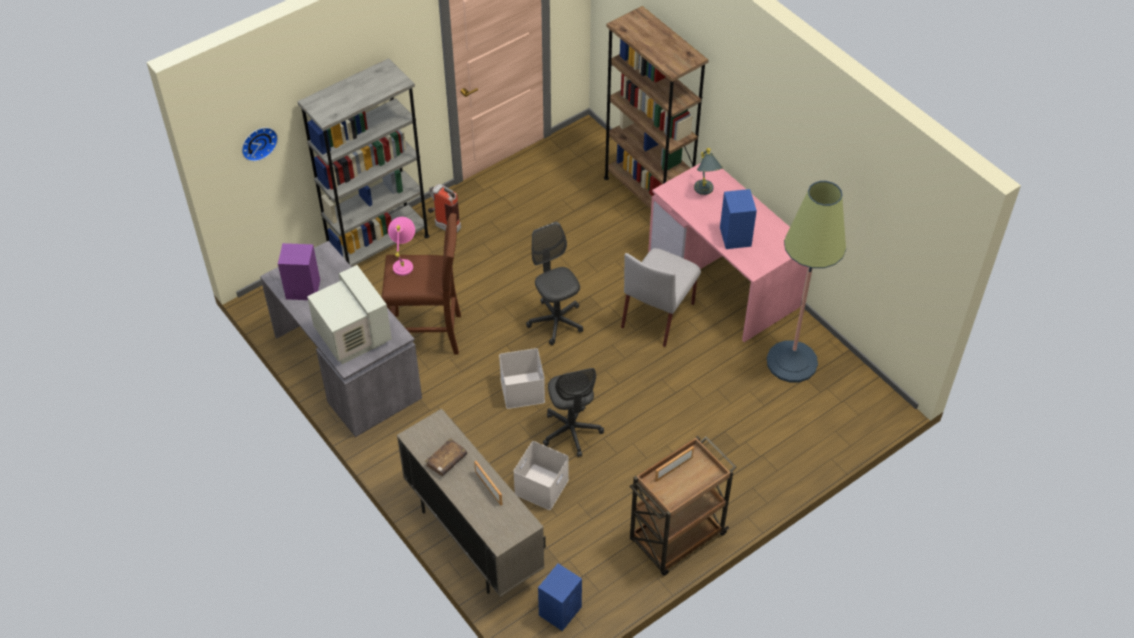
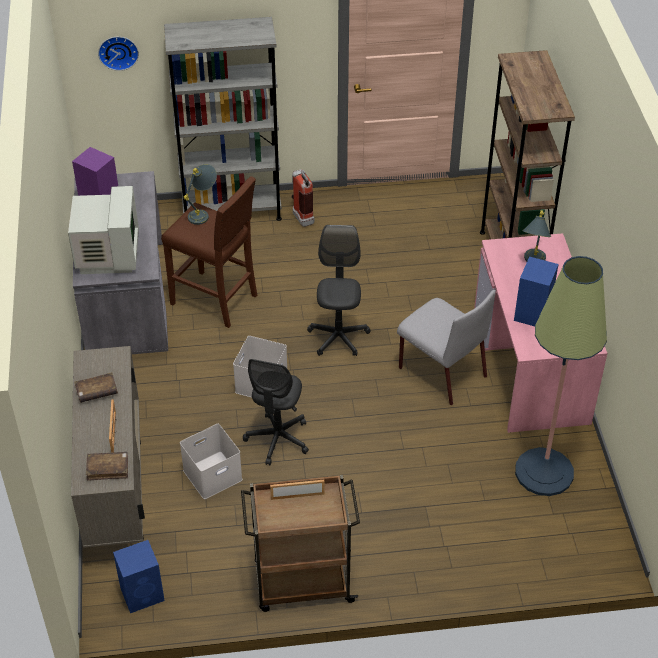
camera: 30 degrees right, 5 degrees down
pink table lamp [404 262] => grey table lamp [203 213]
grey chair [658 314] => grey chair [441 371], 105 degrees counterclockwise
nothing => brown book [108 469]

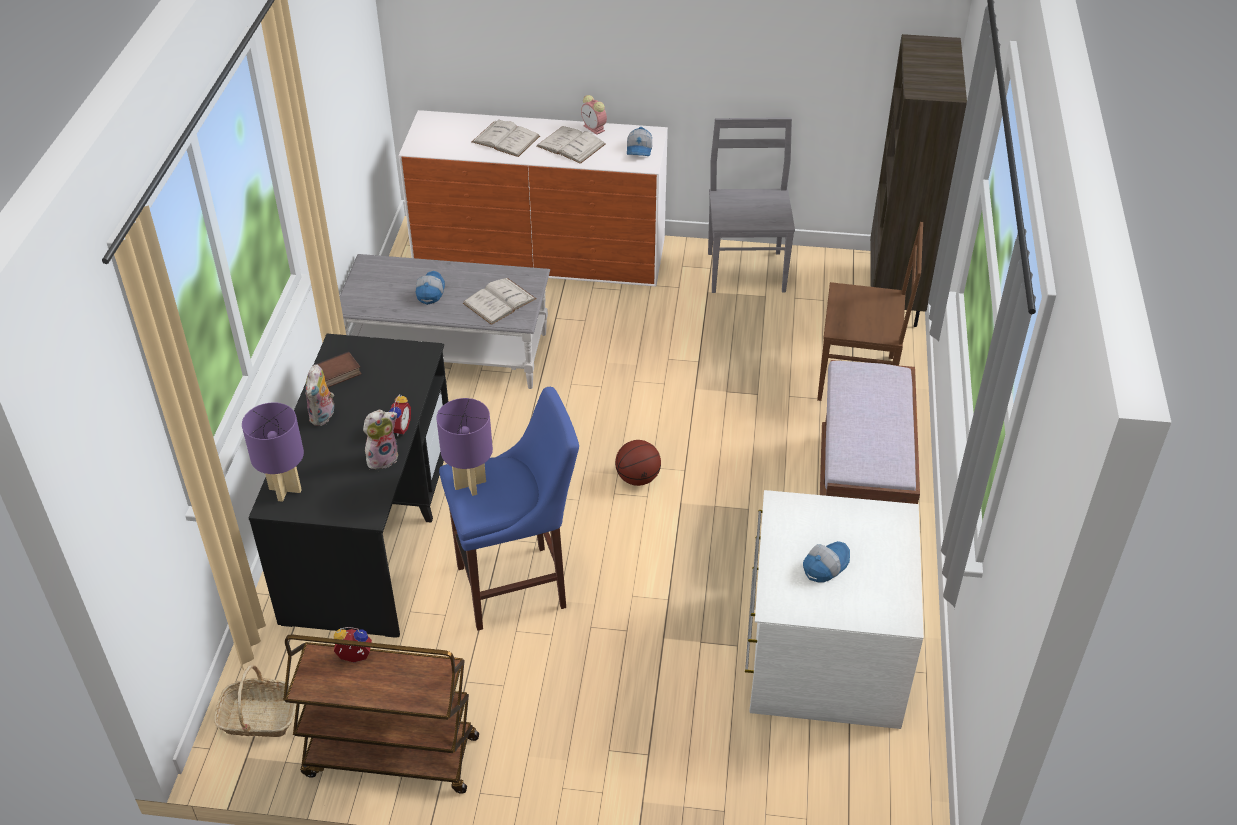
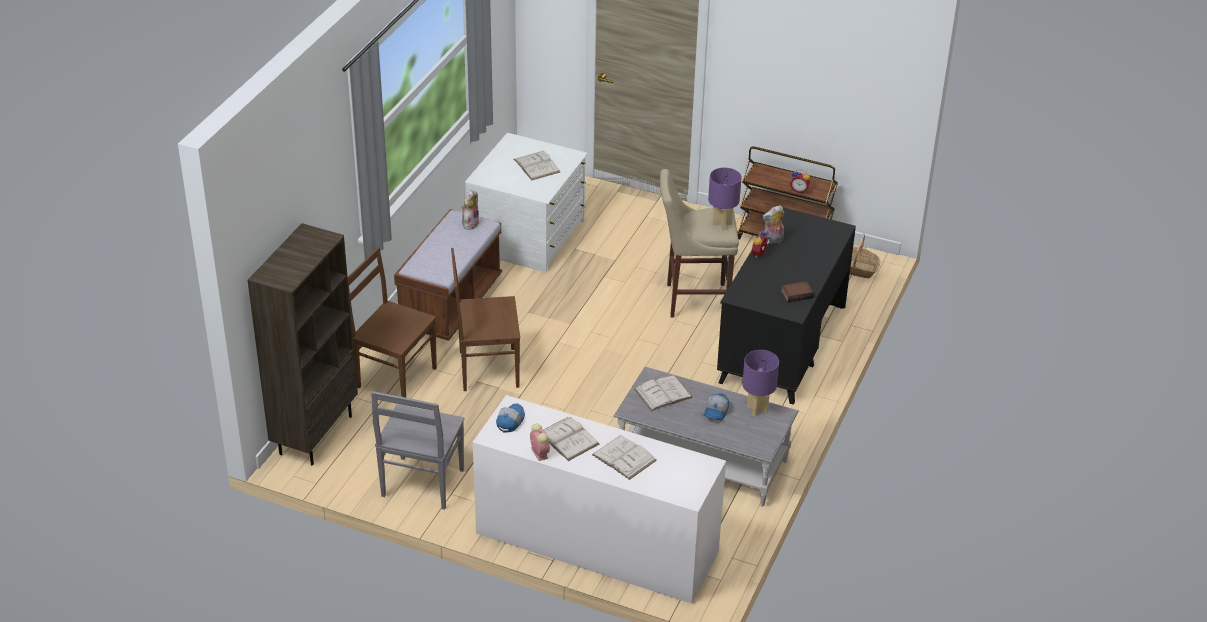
camera: 165 degrees left, 5 degrees down
purple table lamp [285 490] => purple table lamp [757 409], relocated
plush toy [323 416] => plush toy [470 223], relocated
blue stool [517 586] => beige stool [693 300]
basketball [637 478] => nothing
cap [824 565] => white book [536 165]
nothing => brown chair [486 369]

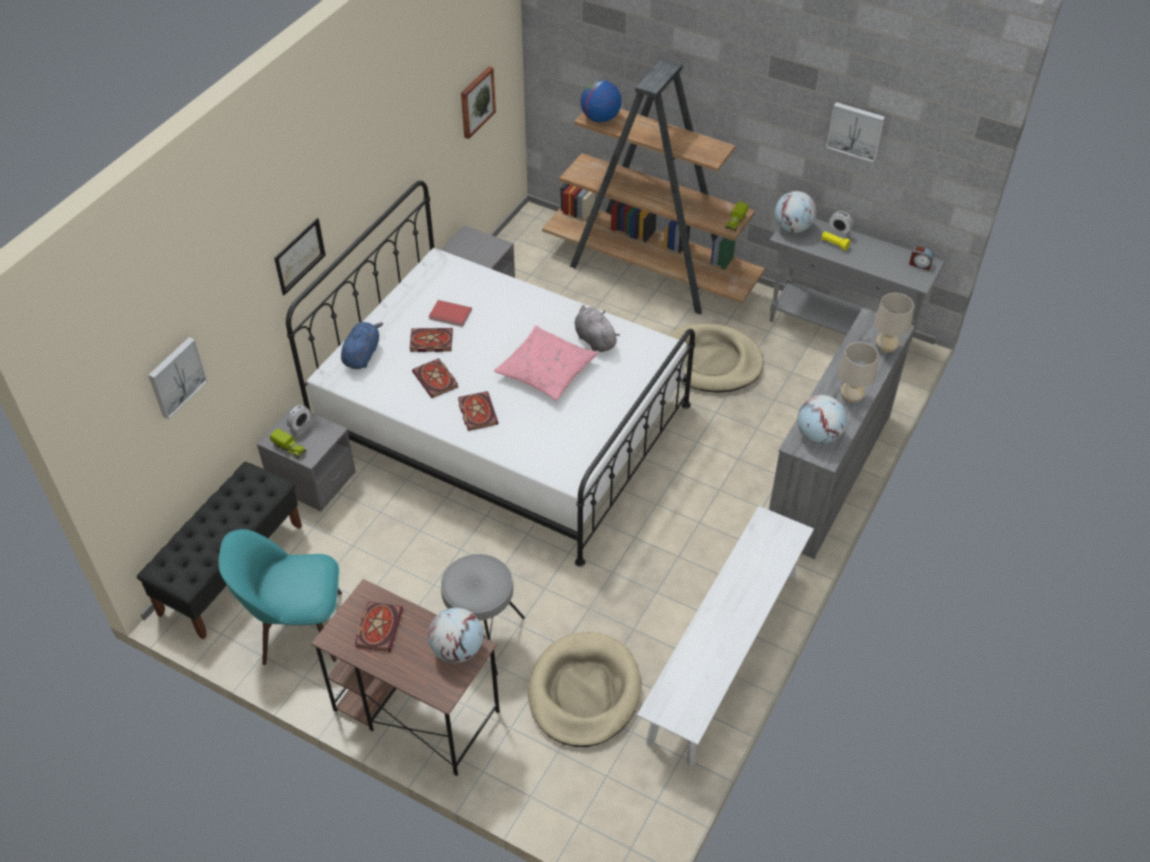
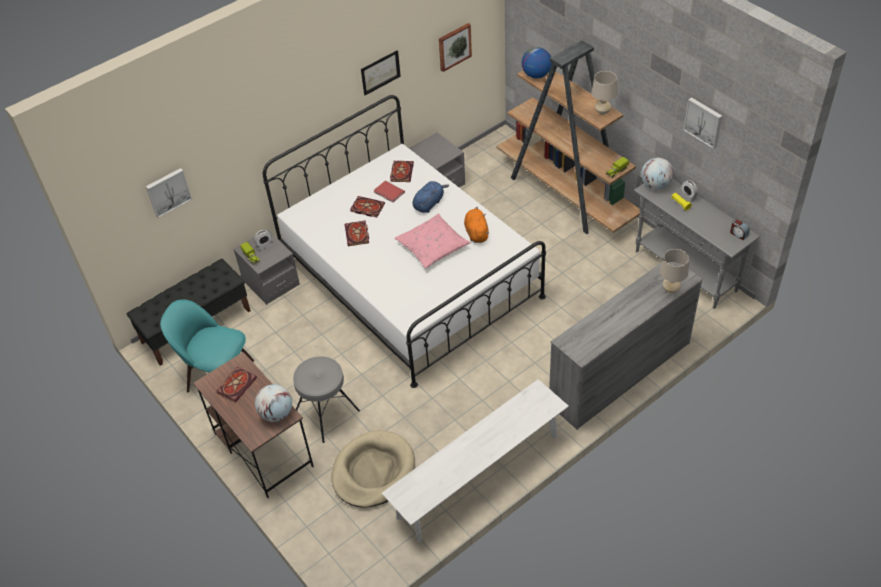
camera: 25 degrees right, 0 degrees up
picture [299 256] => picture [380 72], relocated
blue plush toy [362 355] => blue plush toy [429 203], relocated
book [476 412] => book [401 172], relocated
grey plush toy [594 339] => orange plush toy [476 232]
beige dog bed [711 362] => nothing
globe [818 435] => nothing
beige table lamp [851 398] => beige table lamp [602 112], relocated

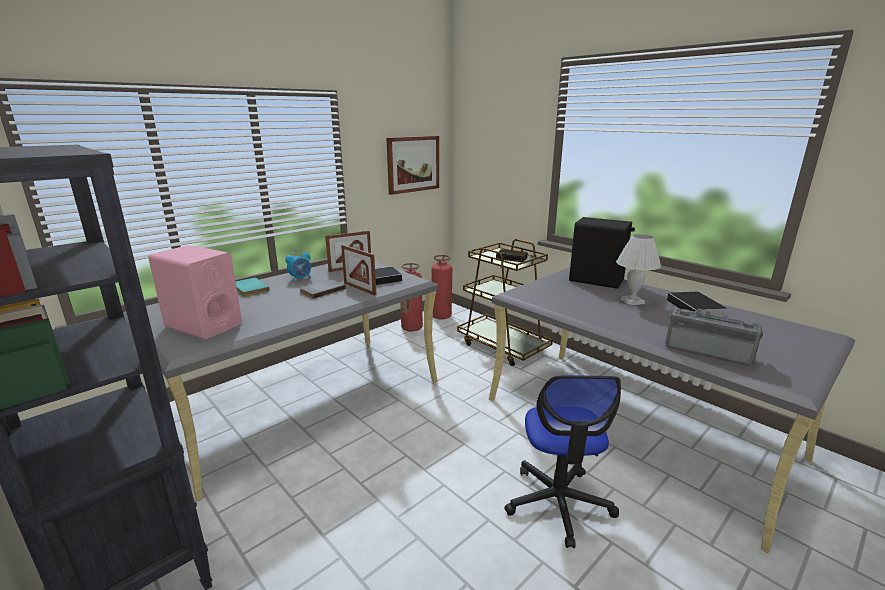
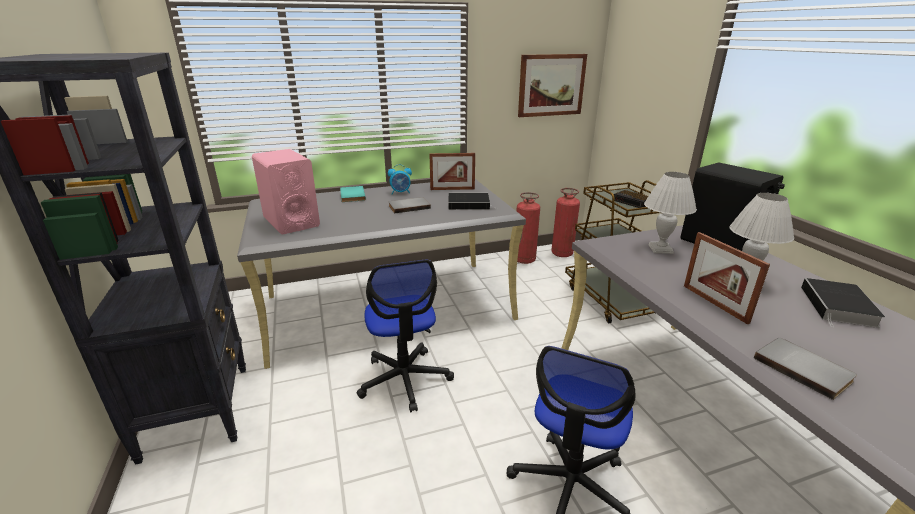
camera: 25 degrees right, 5 degrees up
picture frame [359 289] => picture frame [714 303], relocated
radio [708 351] => grey book [803 368]
nothing => office chair [405 379]
nothing => white table lamp [661 249]

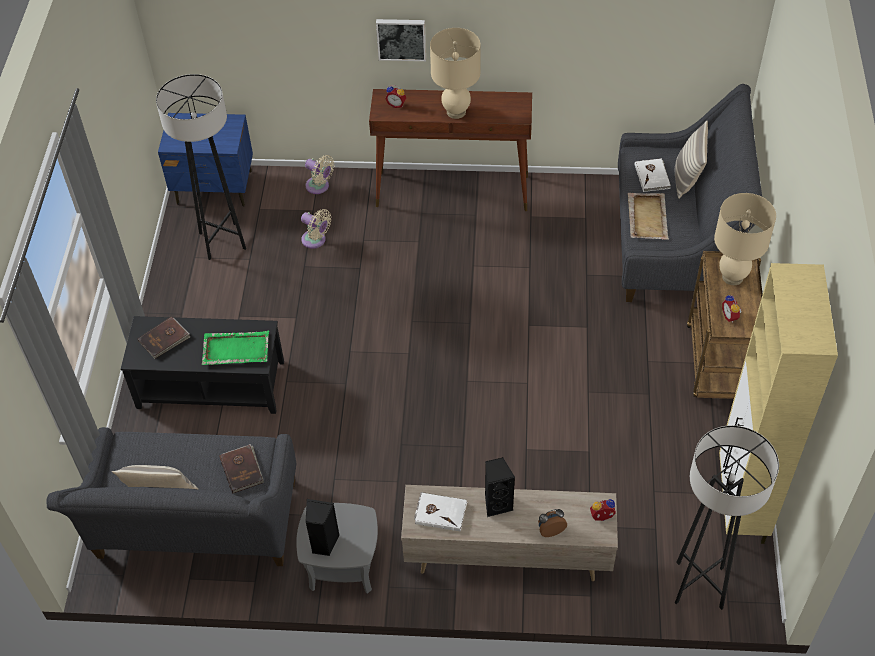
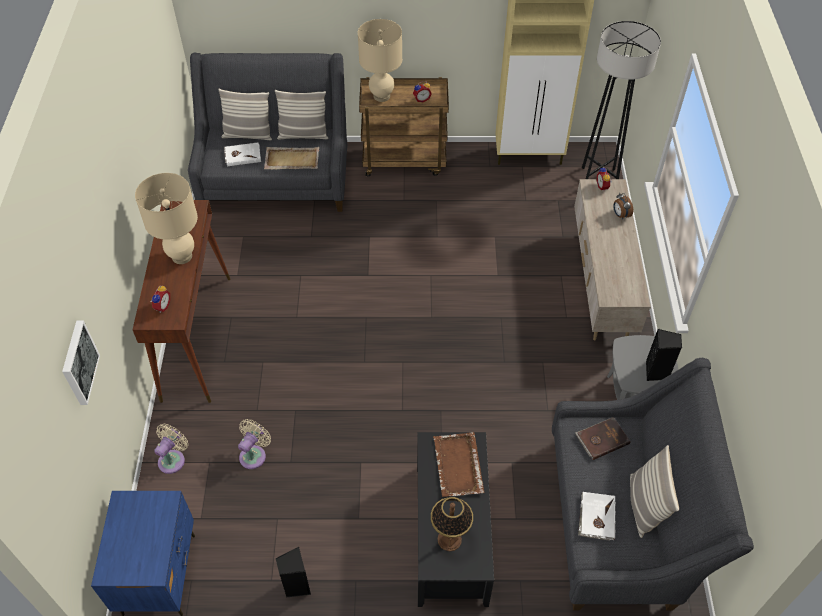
camera: 95 degrees left, 0 degrees up
brown book [164 339] => table lamp [450 539]
grey floor lamp [222 241] => nothing
green tray [235 349] => brown tray [458 466]
picture [401 38] => picture [78 363], relocated
white book [440 512] => white book [596 517], relocated
black speaker [497 503] => black speaker [296 585], relocated
nothing => pillow [303 135]

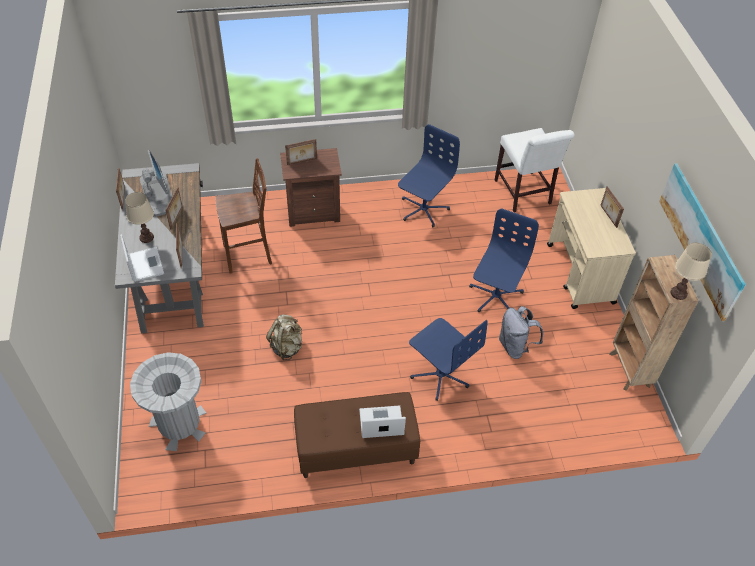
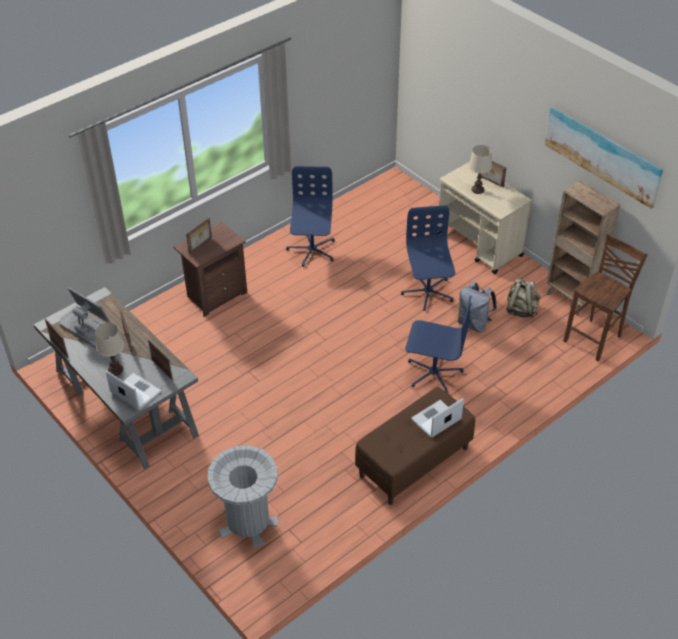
camera: 30 degrees left, 5 degrees down
brown stool [249 255] => brown stool [594 339], relocated
beige backpack [287 347] => beige backpack [521 310], relocated
white chair [523 194] => nothing
beige table lamp [678 293] => beige table lamp [477 190], relocated

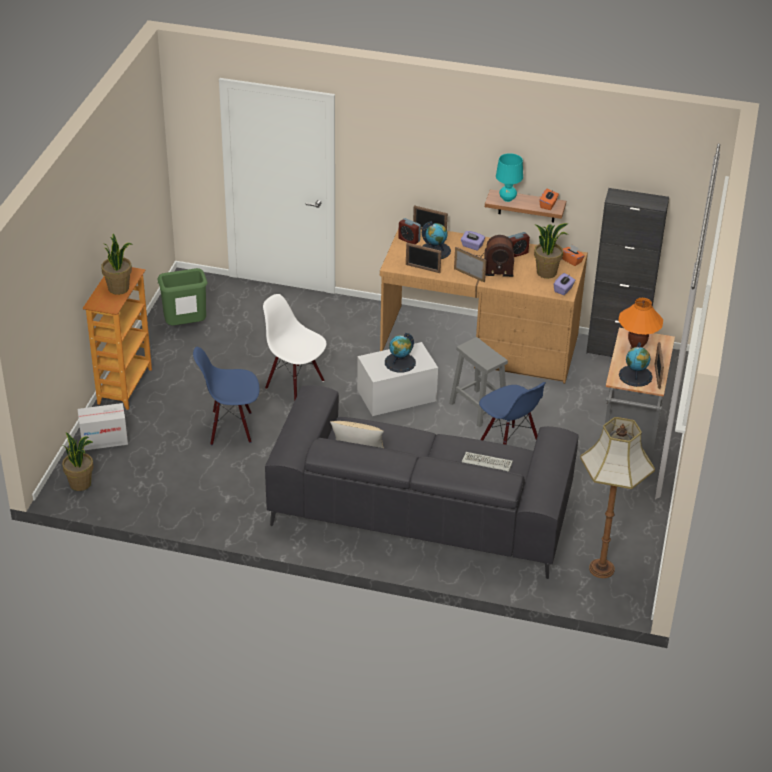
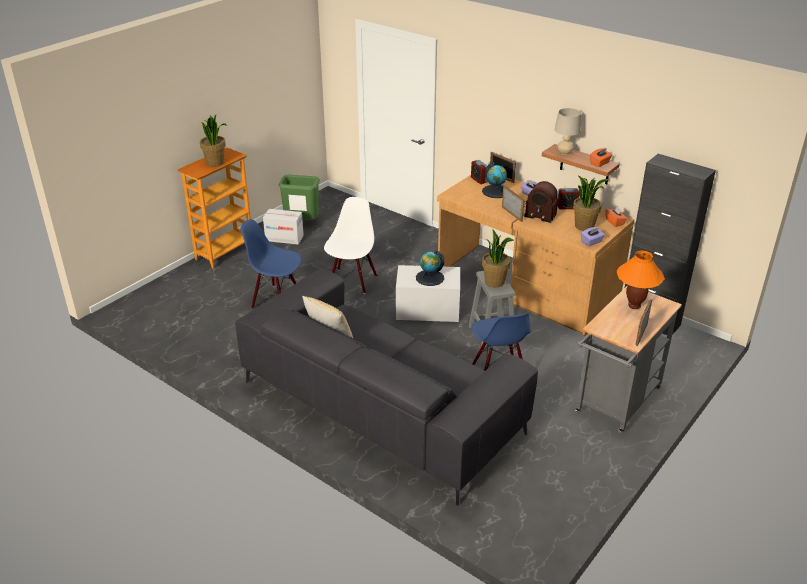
camera: 25 degrees right, 5 degrees down
potted plant [81 483] => potted plant [495 282], relocated
cardboard box [104 440] => cardboard box [284 238], relocated
white chair [295 384] => white chair [352 281], 45 degrees clockwise
picture frame [422 268] => nothing
keyboard [485 464] => nothing
turquoise table lamp [507 199] => beige table lamp [565 152]
floor lamp [601 569] => nothing
globe [635 376] => nothing

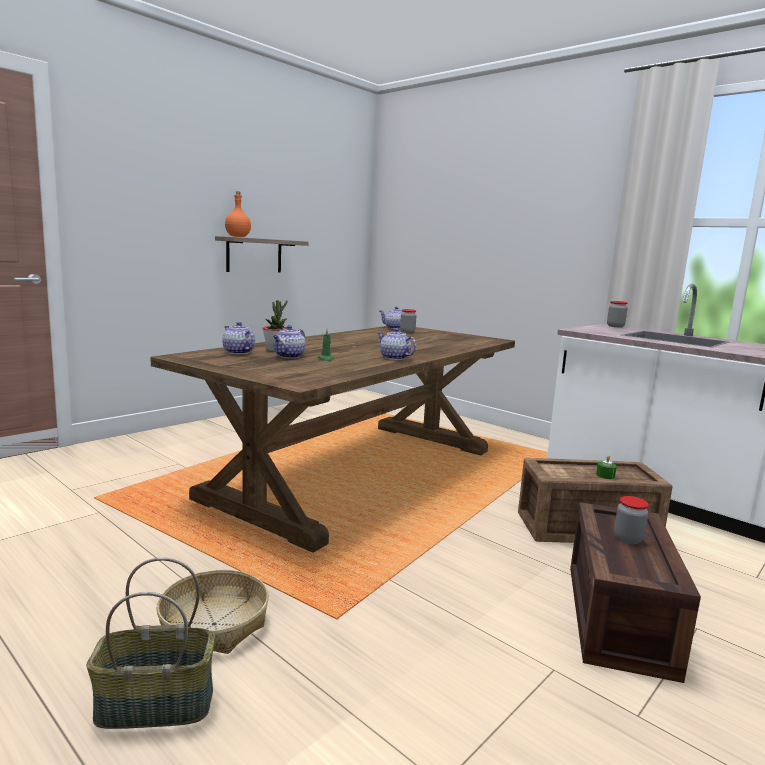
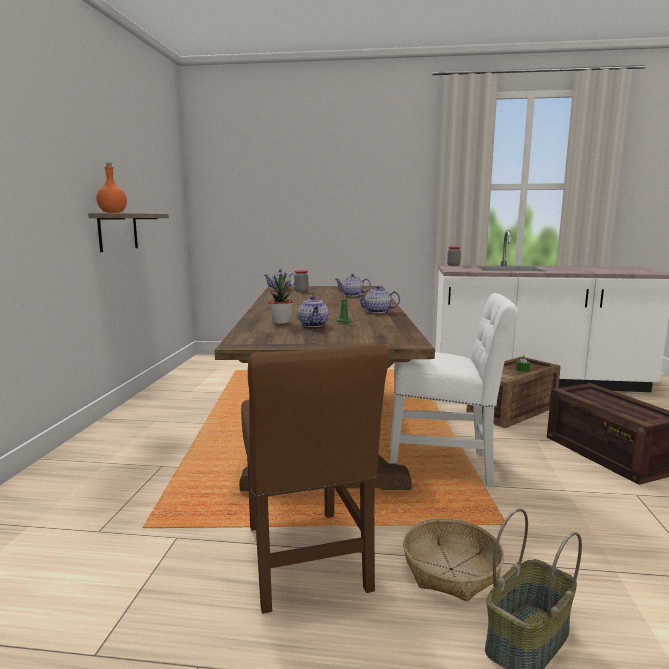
camera: 35 degrees left, 0 degrees up
teapot [238 352] => teapot [352 295], relocated
jar [628 539] => nothing
nothing => brown chair [306 562]
nothing => white chair [445 466]

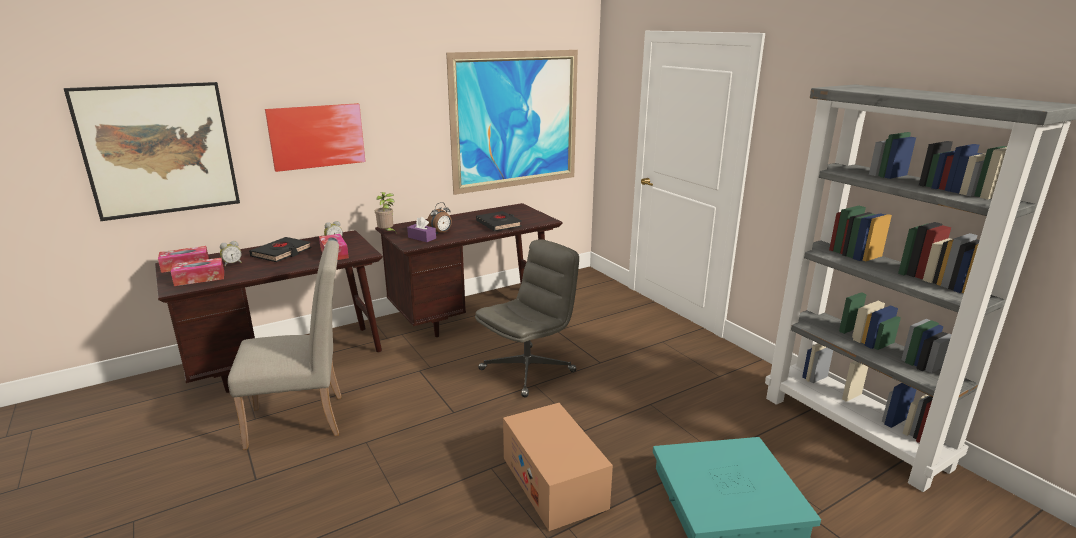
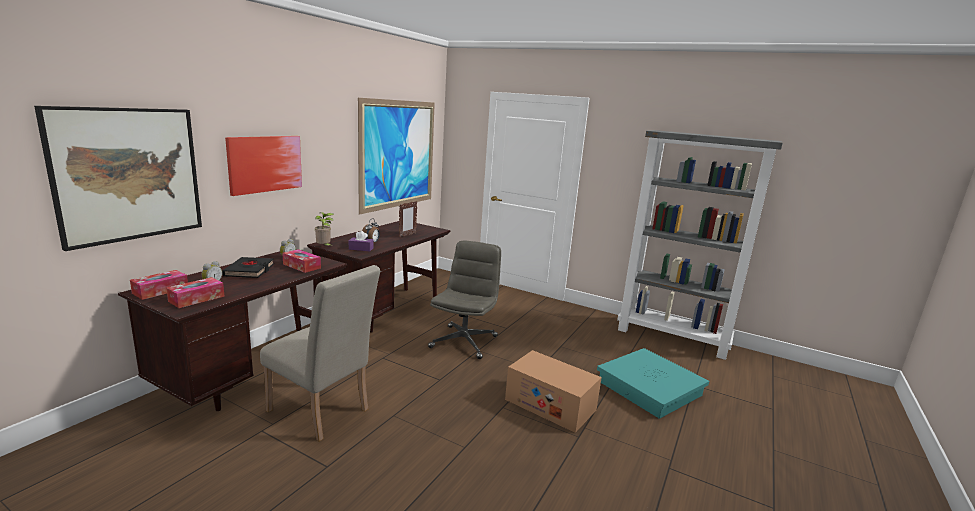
camera: 30 degrees left, 5 degrees down
beige chair [305 420] => beige chair [322 413], 75 degrees clockwise
black book [499 224] => picture frame [407 235]

